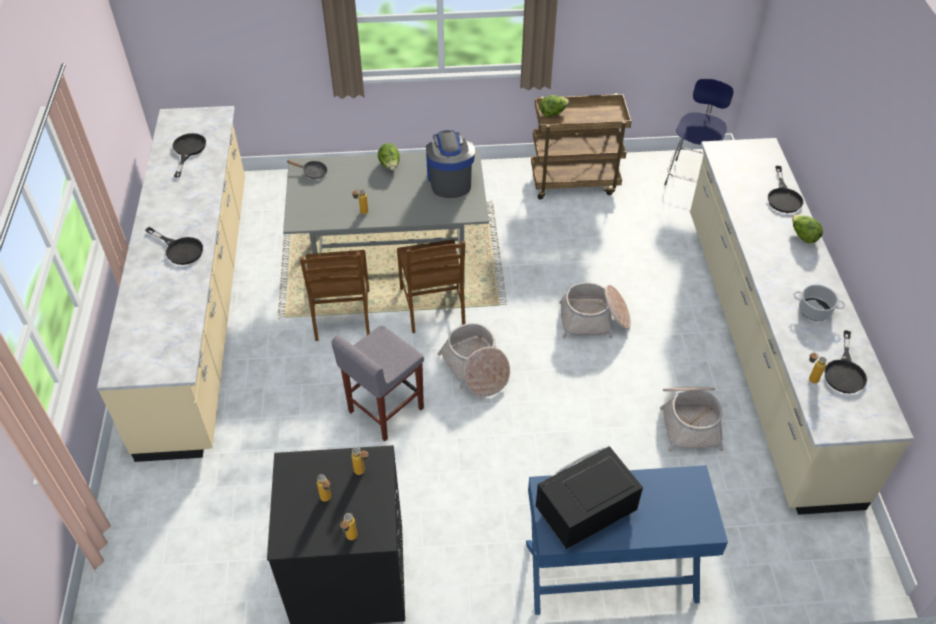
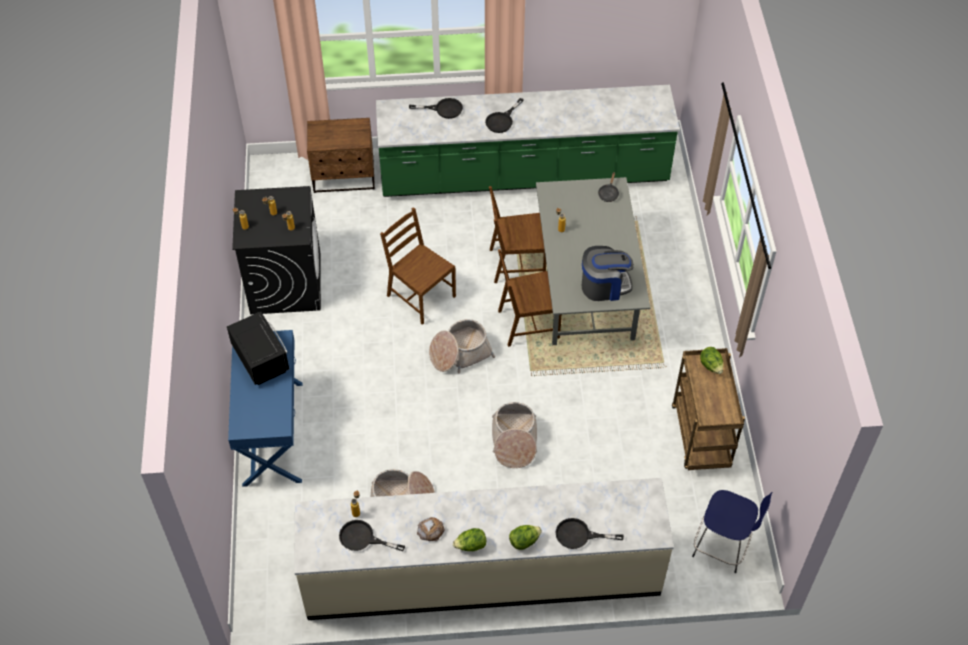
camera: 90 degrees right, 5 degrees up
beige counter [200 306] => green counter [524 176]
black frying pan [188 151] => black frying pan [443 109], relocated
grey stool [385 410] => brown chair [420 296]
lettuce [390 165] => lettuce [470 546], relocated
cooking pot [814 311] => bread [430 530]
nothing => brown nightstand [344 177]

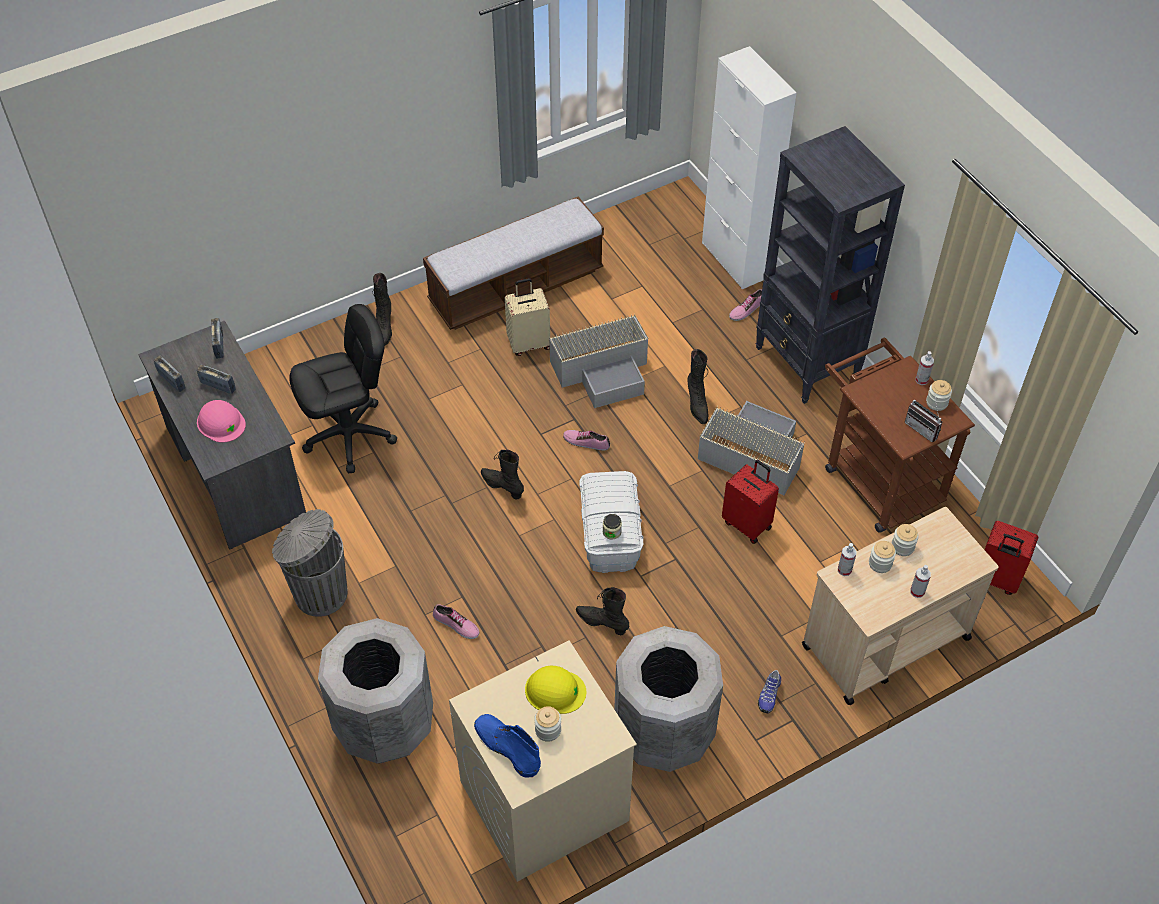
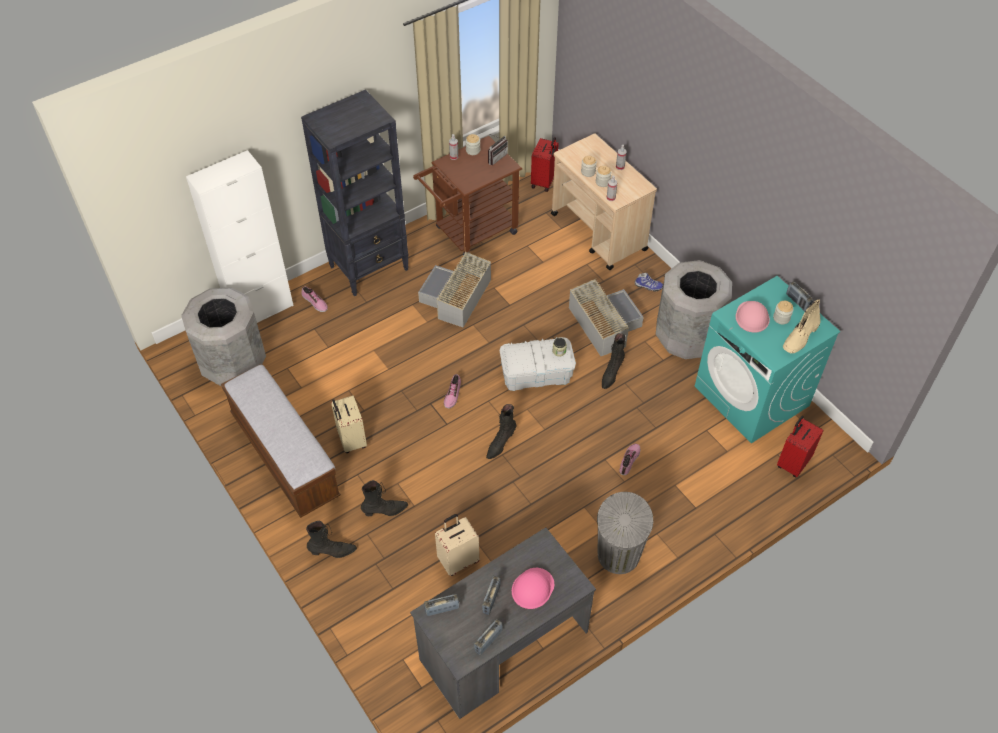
camera: 95 degrees left, 0 degrees up
black office chair [349 435] => beige suitcase [458 560]
grey trash can [384 724] => grey trash can [234 364], relocated
beige washing machine [543 802] => turquoise washing machine [752 396]
blue boot [506 747] => beige boot [800 337]
yellow hard hat [555 690] => pink hard hat [752 317]
grey storage box [604 370] => grey storage box [604 323], relocated
black boot [697 404] => black boot [385 511], relocated
red suitcase [747 524] => red suitcase [792 463], relocated
nothing => radio [797 302]

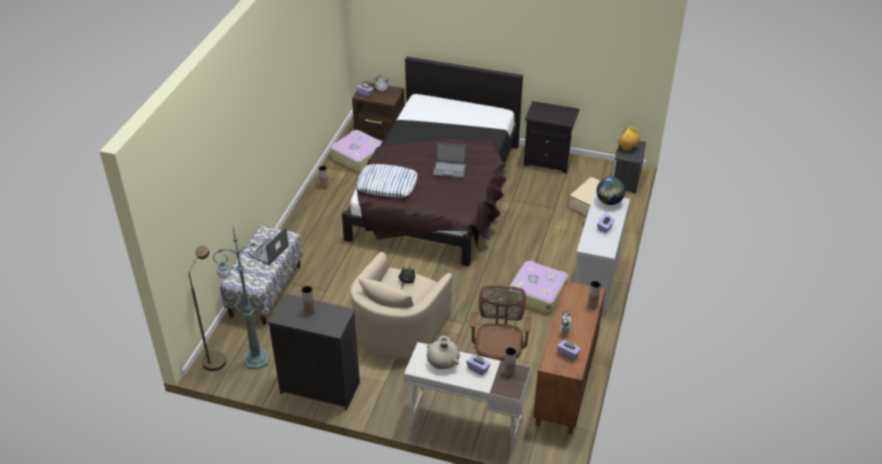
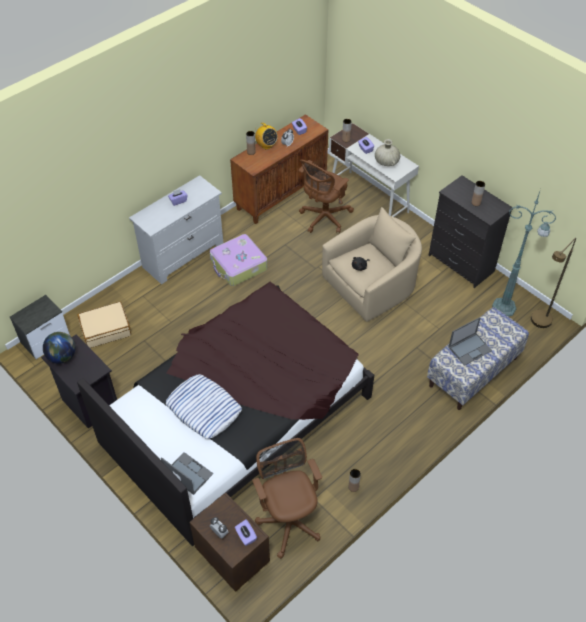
camera: 150 degrees left, 10 degrees up
suitcase [357 156] => brown office chair [289 519]
pillow [387 185] => pillow [203 409], relocated
laptop [450 169] => laptop [188 473], relocated
globe [609 201] => globe [62 356], relocated
radio [627 147] => radio [266 145], relocated

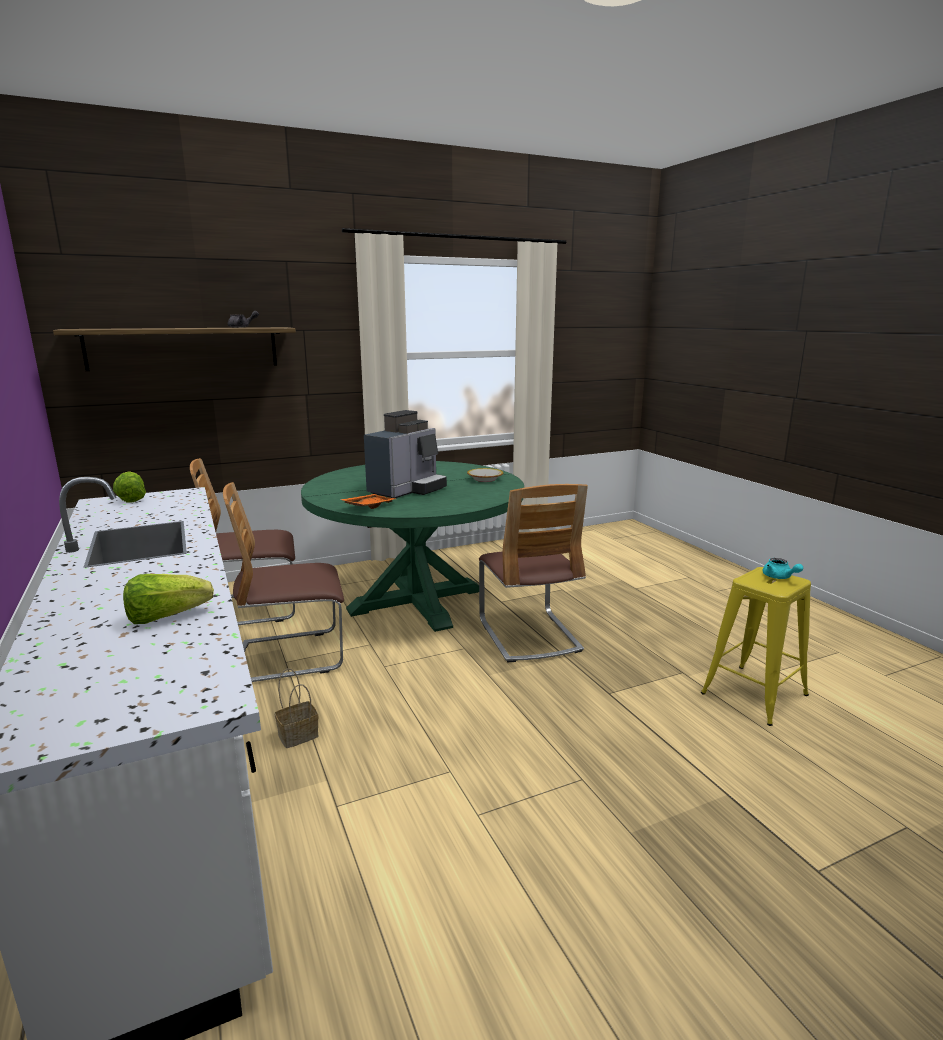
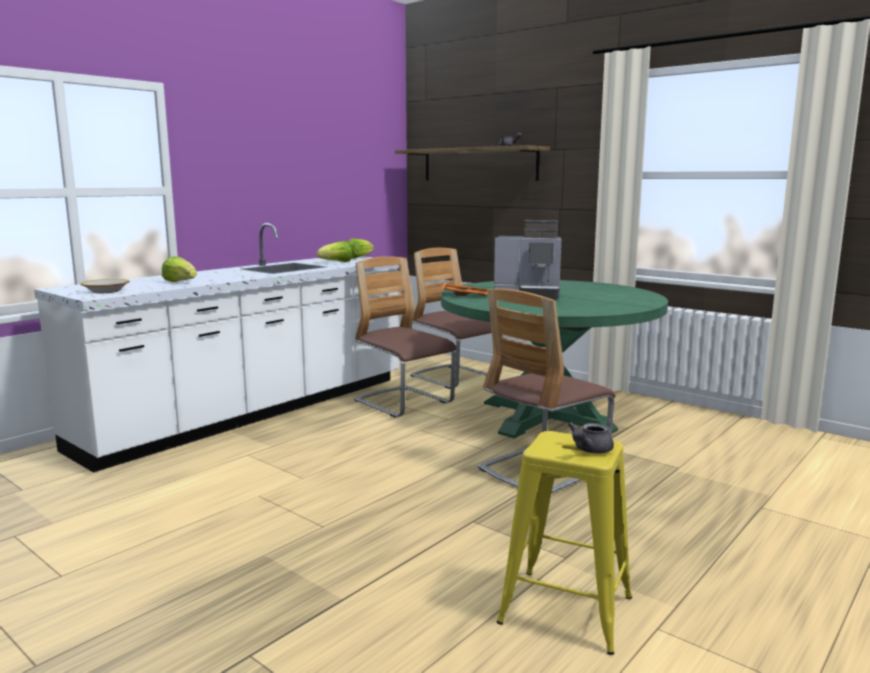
camera: 65 degrees right, 5 degrees down
basket [299 735] => nothing
bowl [485 479] => bowl [105 291], relocated
turquoise teapot [779 577] => grey teapot [589 450]
nothing => lettuce [337 262]

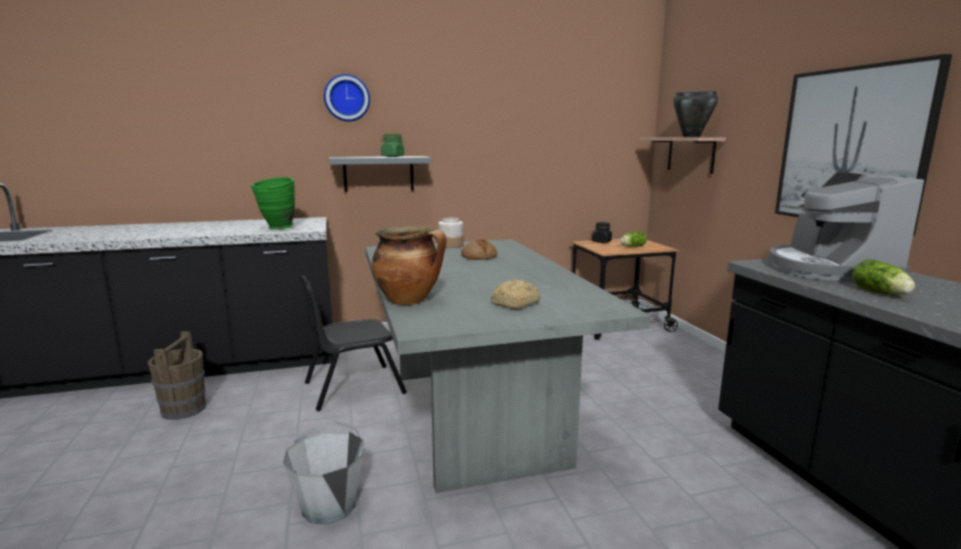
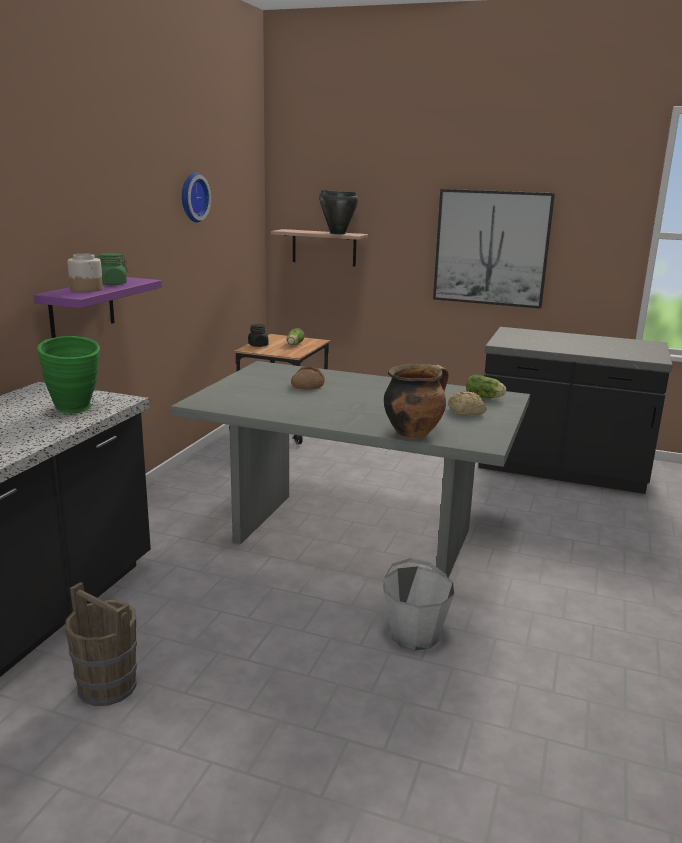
camera: 55 degrees left, 5 degrees up
black chair [353 387] => nothing
wall clock [347 98] => wall clock [192 197], relocated
grey shelf [378 174] => purple shelf [82 308]
jar [451 245] => jar [87 289], relocated
coffee machine [828 269] => nothing
lettuce [881 293] => lettuce [485 397], relocated

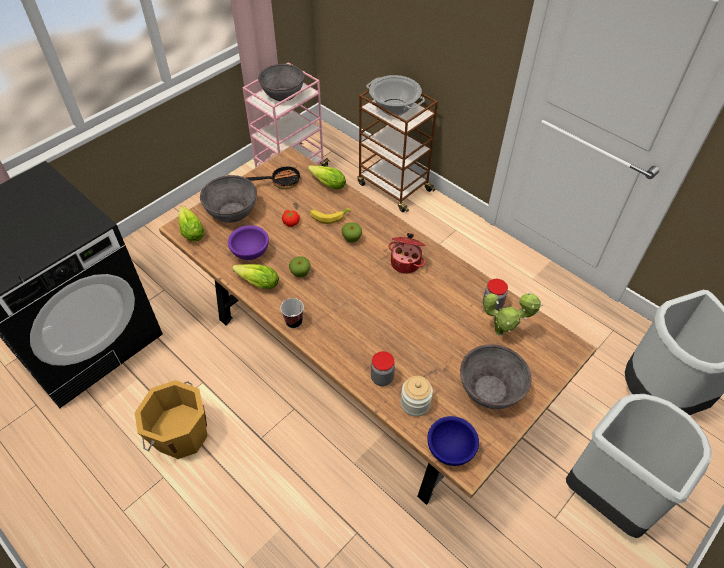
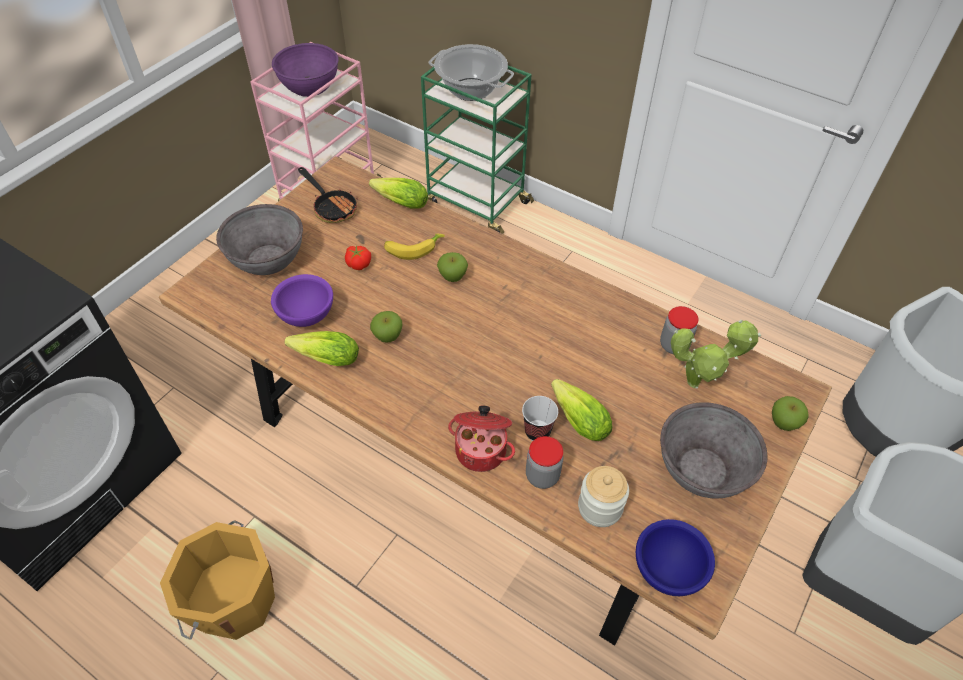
camera: 10 degrees left, 0 degrees up
lettuce [191 230] => lettuce [577 418], relocated
frying pan [281 181] => frying pan [332 207], 75 degrees clockwise
grey bowl [283 94] => purple bowl [309 87]
cup [294 322] => cup [537 432], relocated
brown cart [393 187] => green cart [476 203]
cooking pot [406 262] => cooking pot [481 449], relocated
nothing => apple [783 423]

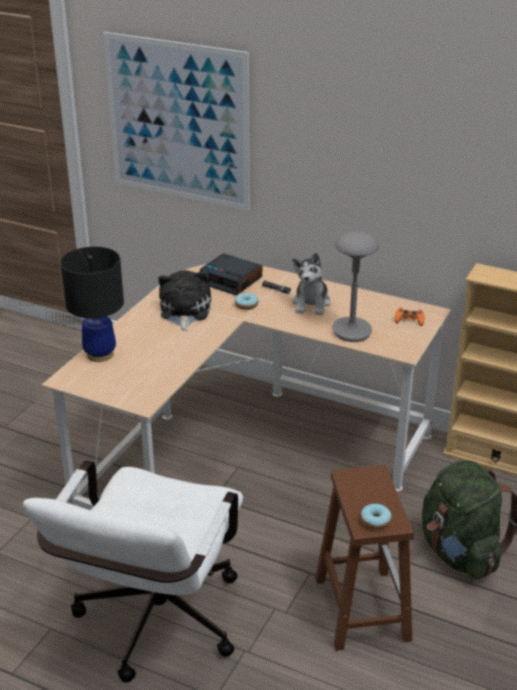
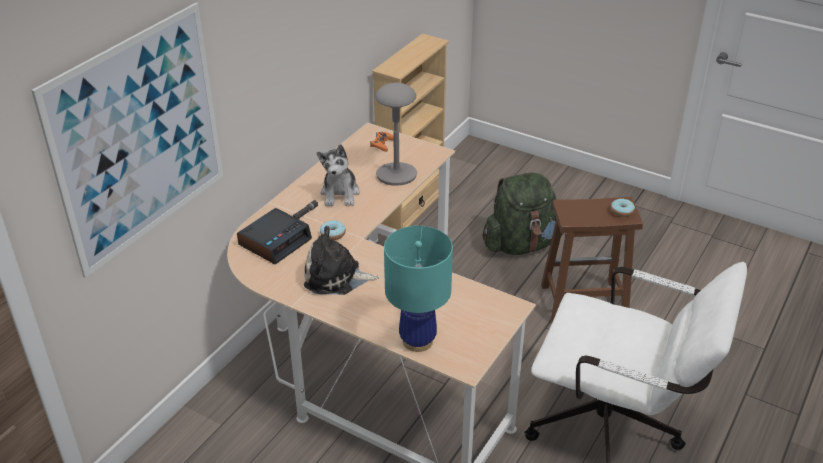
camera: 85 degrees left, 5 degrees up
black table lamp [99 354] => turquoise table lamp [417 341]
plush toy [311 304] => plush toy [340 193], 75 degrees clockwise

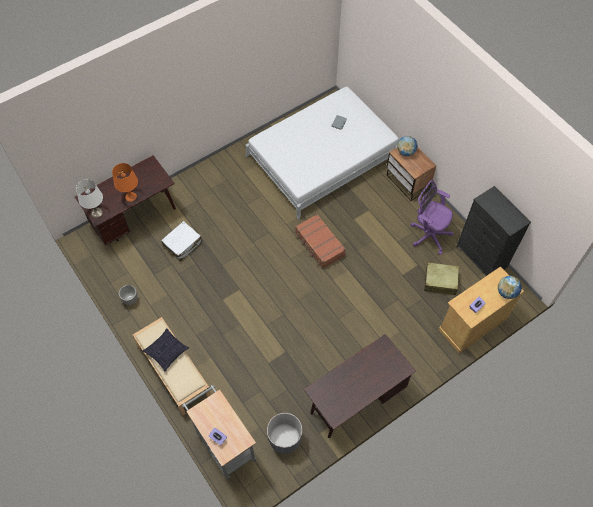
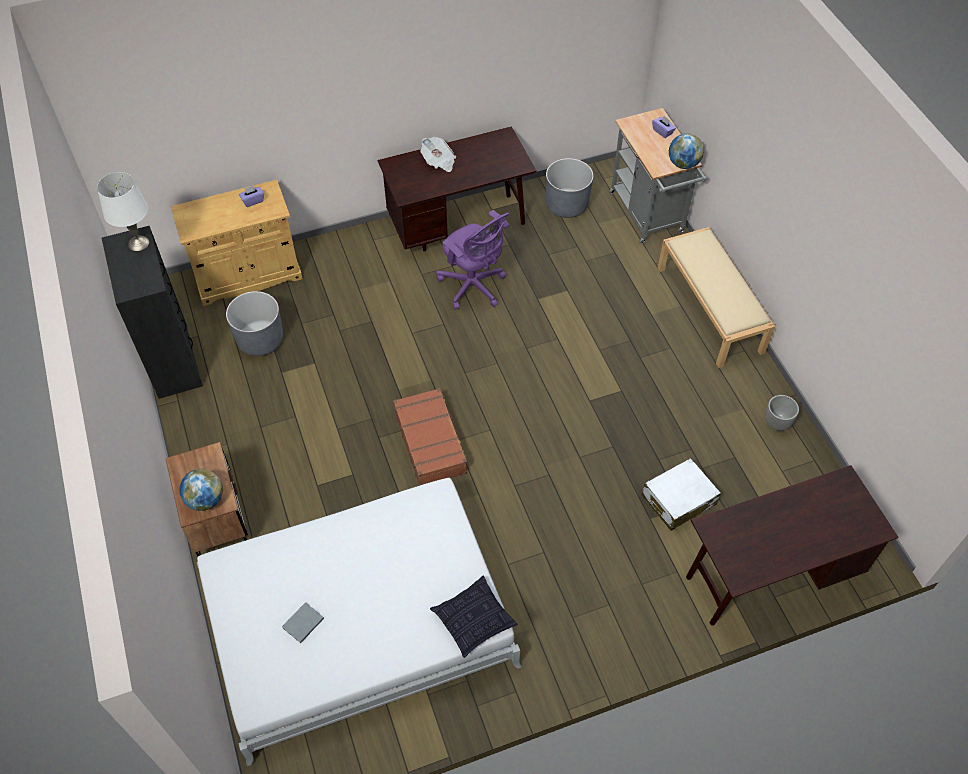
camera: 165 degrees left, 5 degrees down
white table lamp [96 212] => white table lamp [139 243], relocated
orange table lamp [130 196] => nothing
pillow [166 351] => pillow [473 620], relocated
purple office chair [428 234] => purple office chair [473 287], relocated
beige suitcase [440 281] => grey planter [260 340]
globe [506 292] => globe [683 164], relocated
nothing => newspaper [439 161]

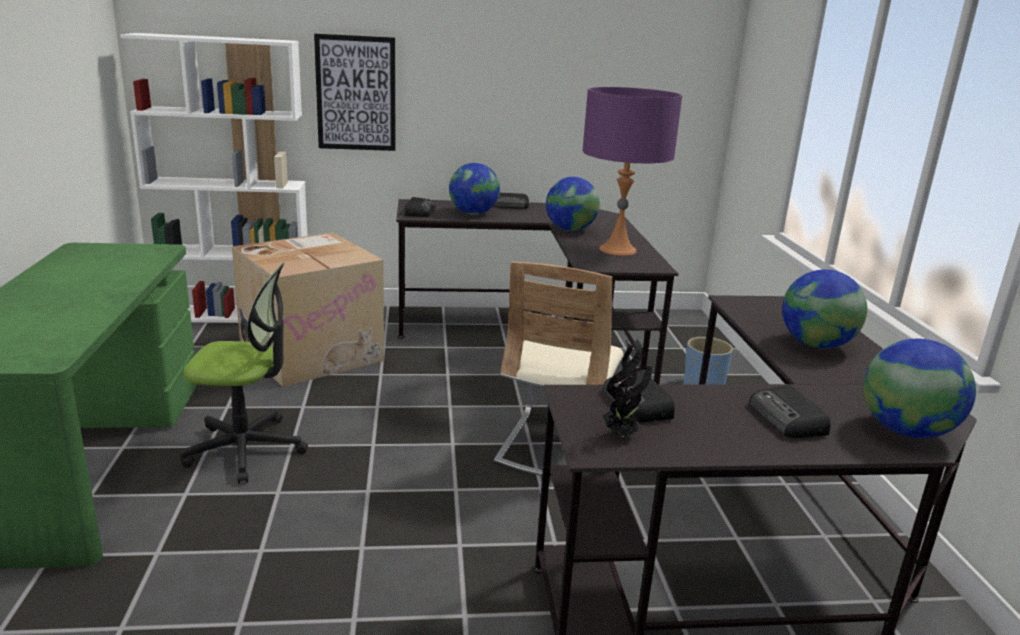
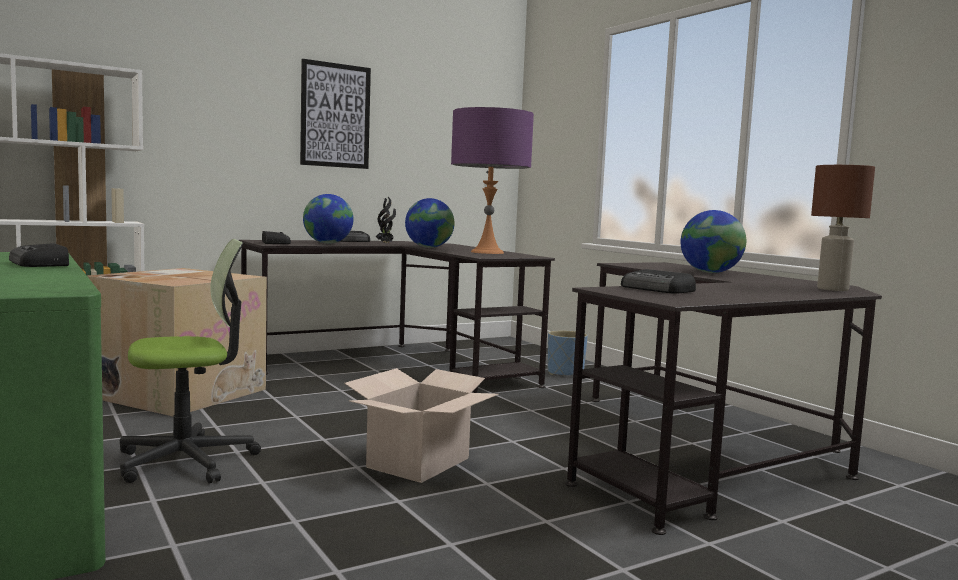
camera: 25 degrees left, 15 degrees down
picture [356 93] => picture [335 115], relocated
beige chair [556 446] => nothing
potted plant [622 435] => potted plant [386 243], relocated
radio [788 419] => radio [40 264], relocated
globe [906 431] => brown table lamp [833 289]
nothing => cardboard box [418 462]

